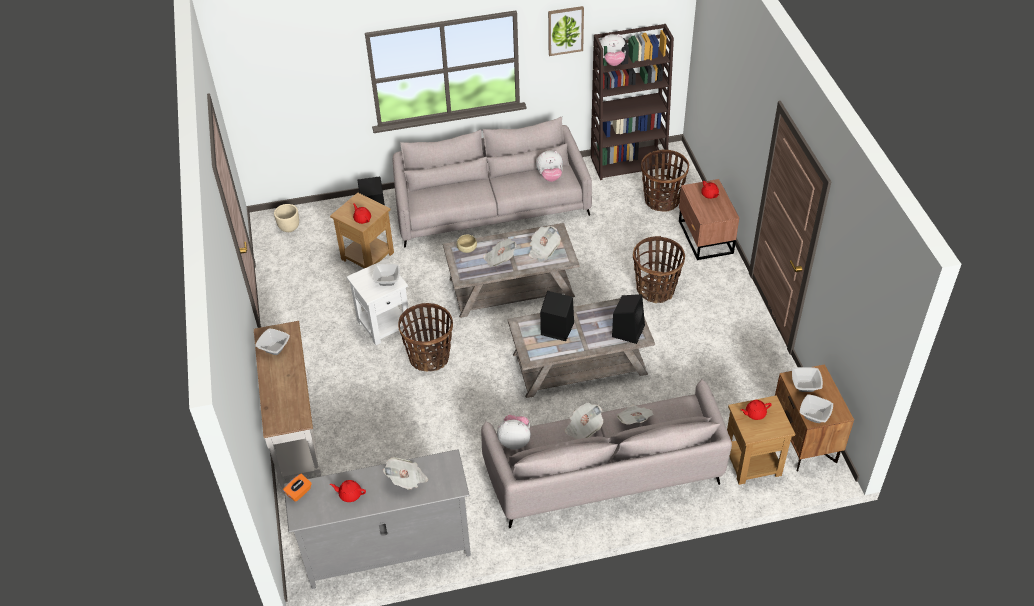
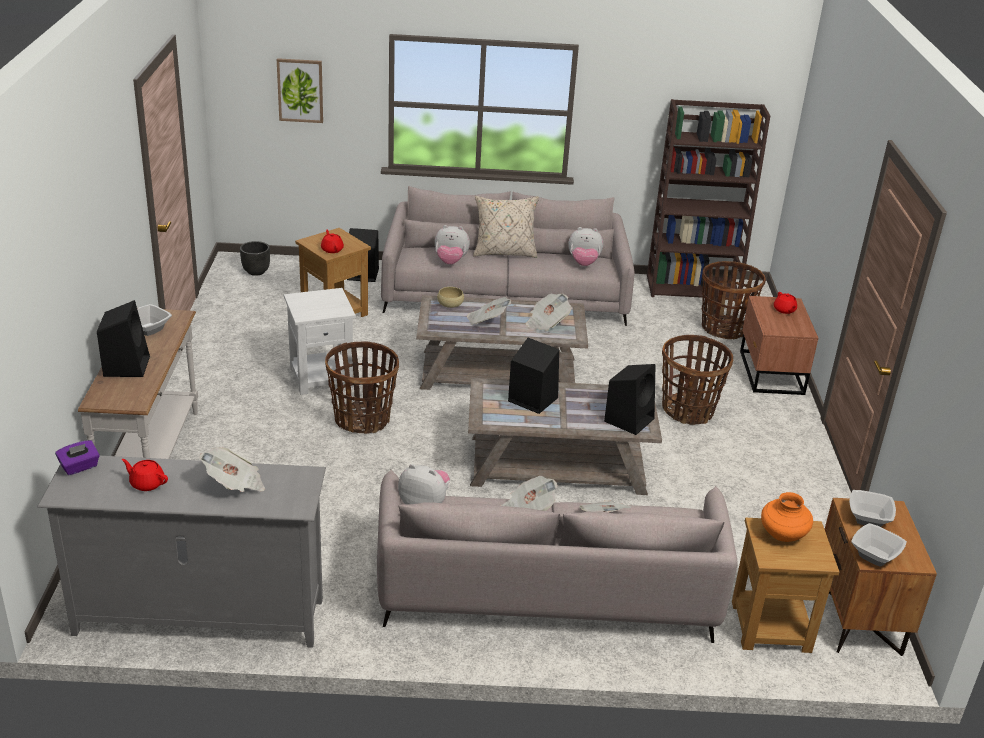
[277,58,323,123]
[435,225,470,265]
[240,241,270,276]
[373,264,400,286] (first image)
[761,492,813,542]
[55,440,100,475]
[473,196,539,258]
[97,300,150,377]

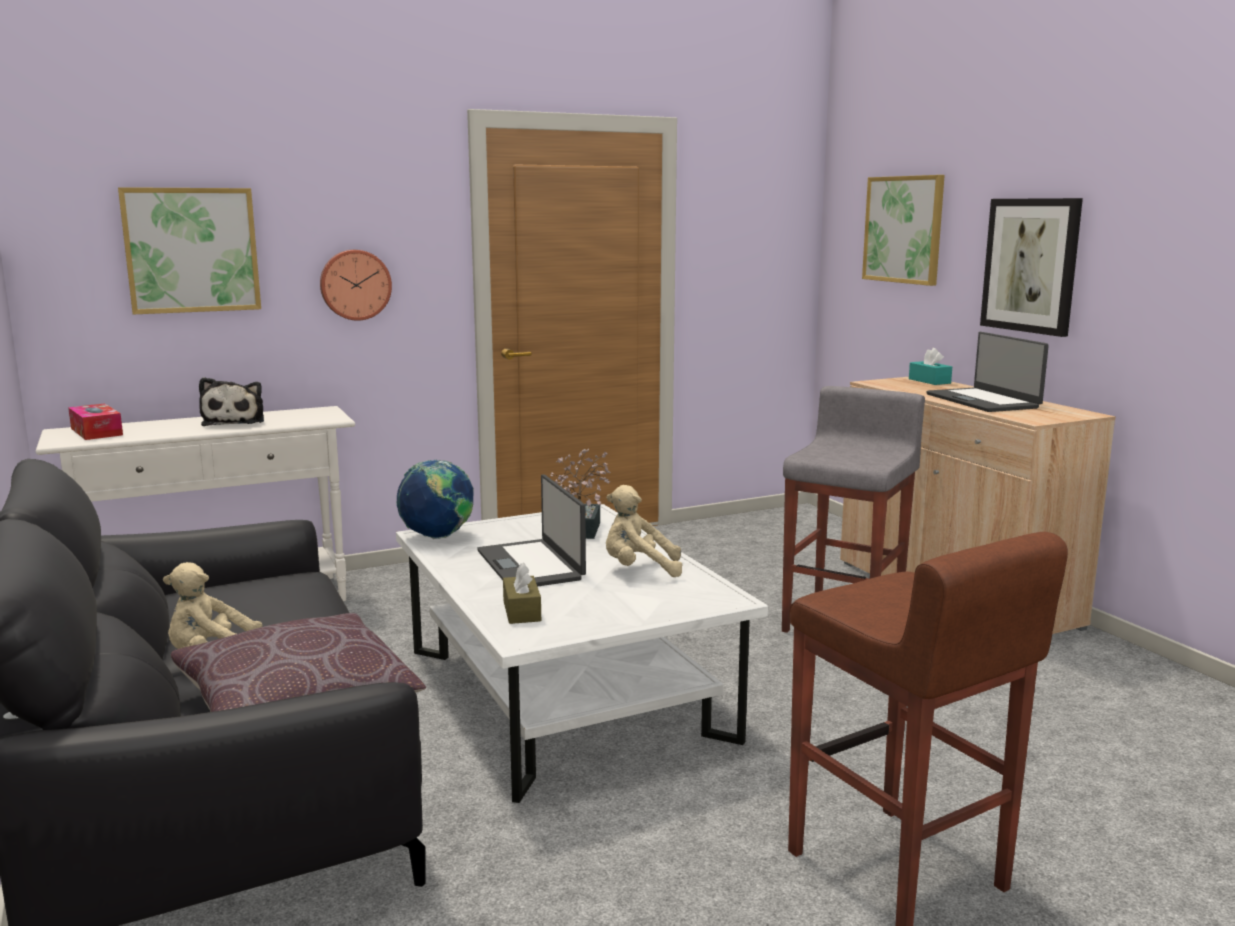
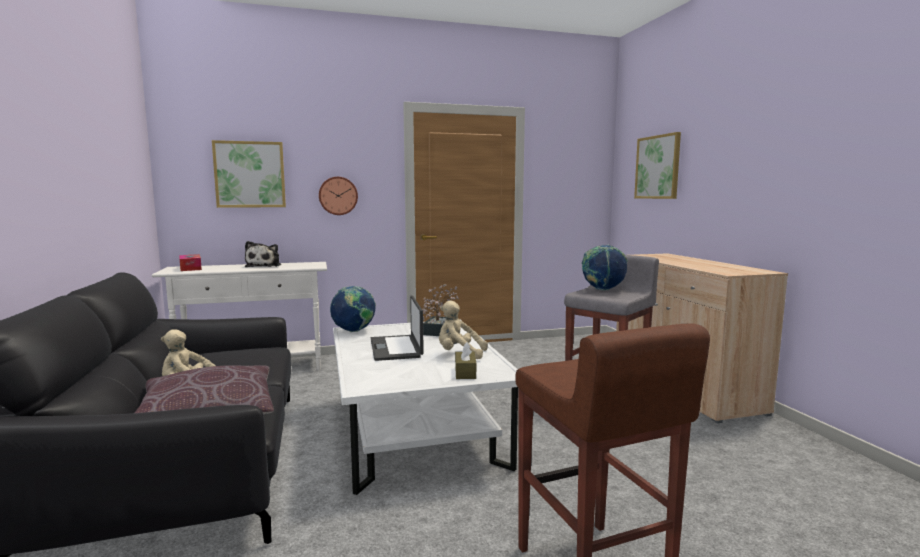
[980,198,1083,337] (first image)
[926,332,1049,412] (first image)
[909,348,952,385] (first image)
[455,342,476,379]
[582,245,628,291]

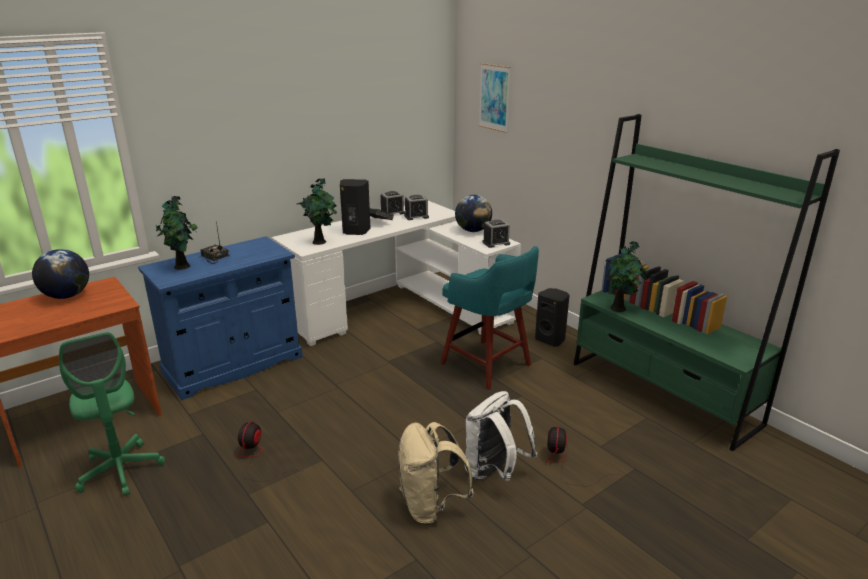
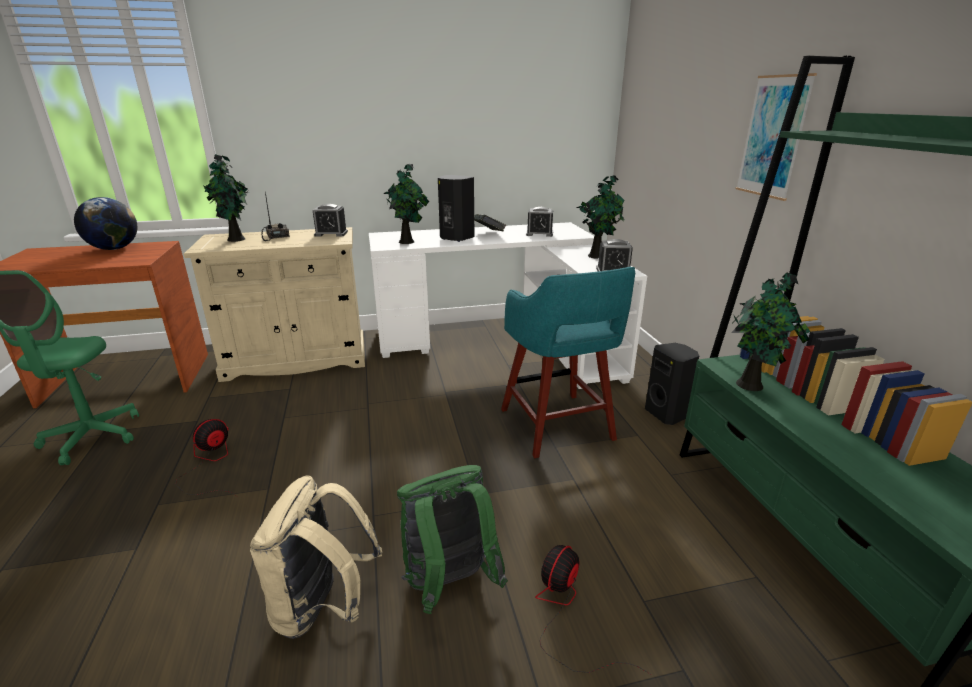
[736,73,817,201]
[313,204,348,237]
[576,175,625,259]
[184,227,365,382]
[397,465,508,614]

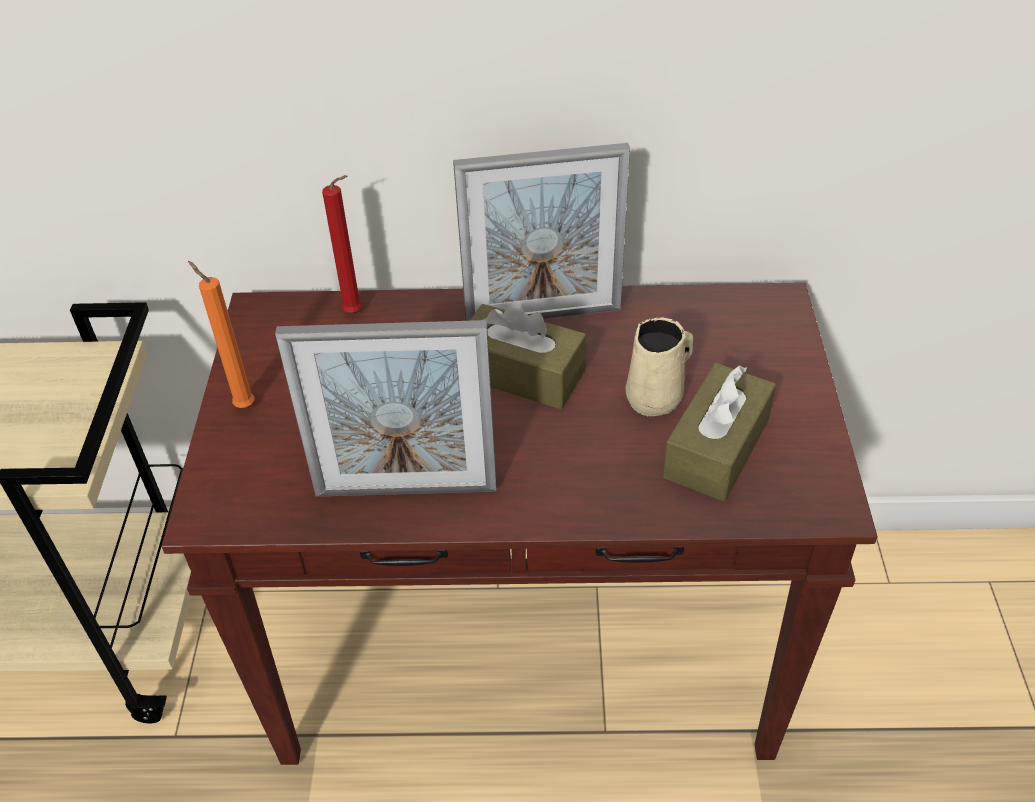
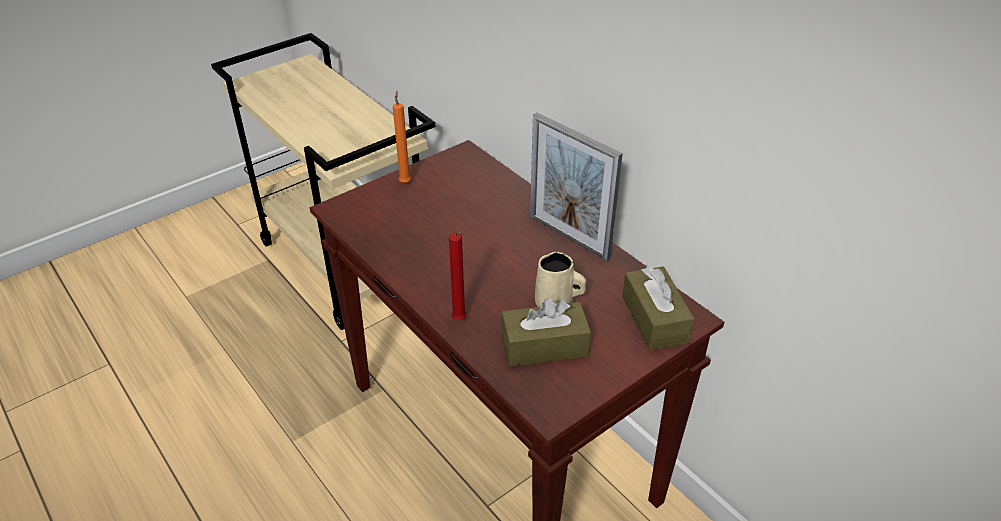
[449,231,466,320]
[622,266,695,350]
[275,320,497,497] (first image)

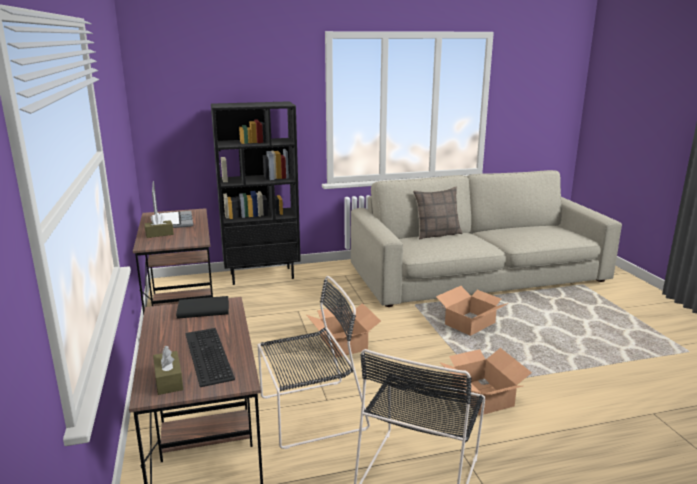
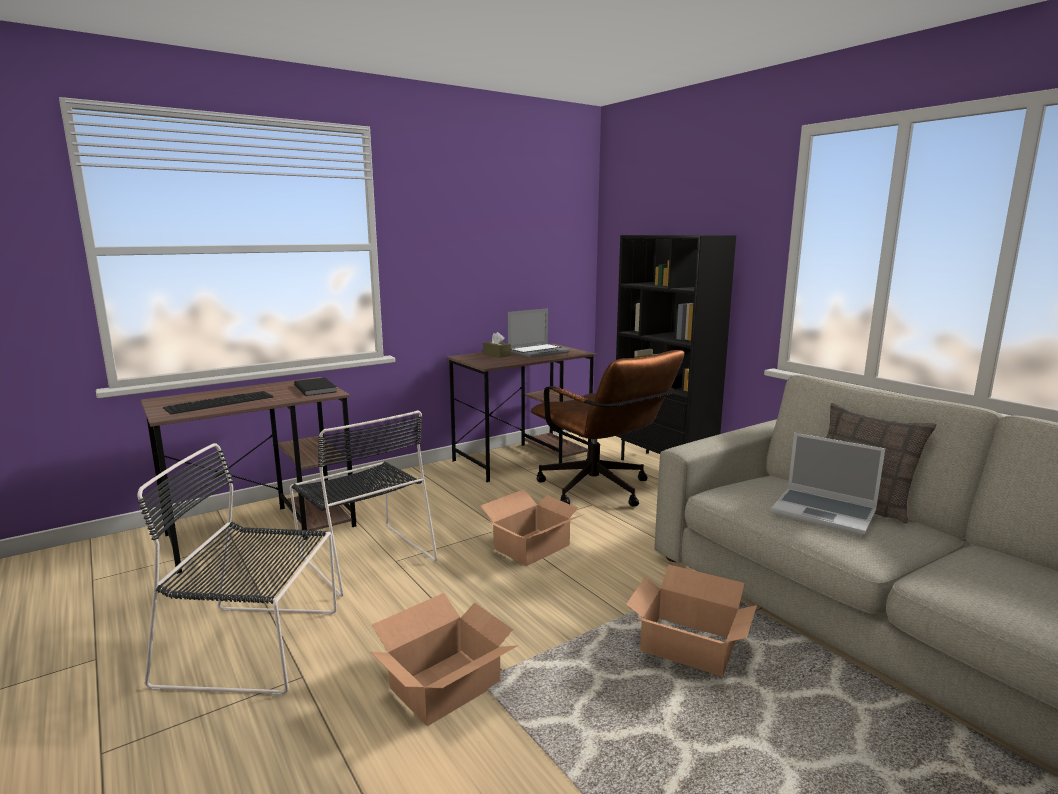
[153,346,183,395] (first image)
[531,350,684,506]
[771,433,885,535]

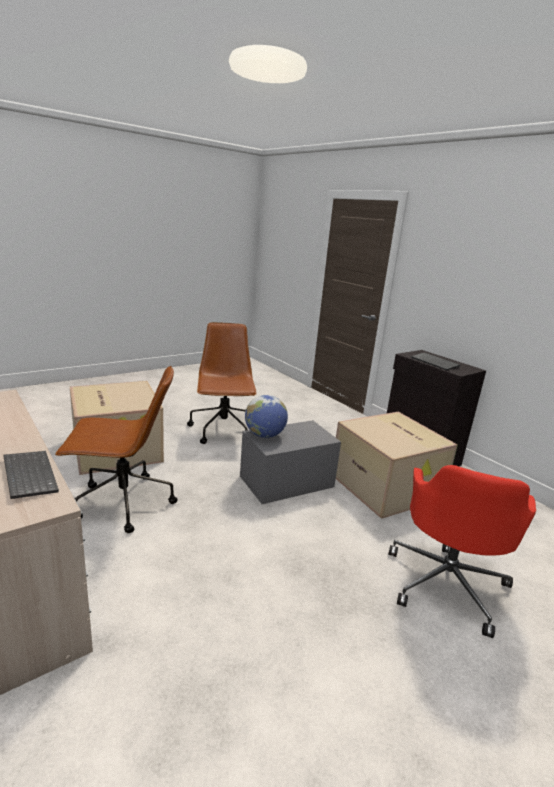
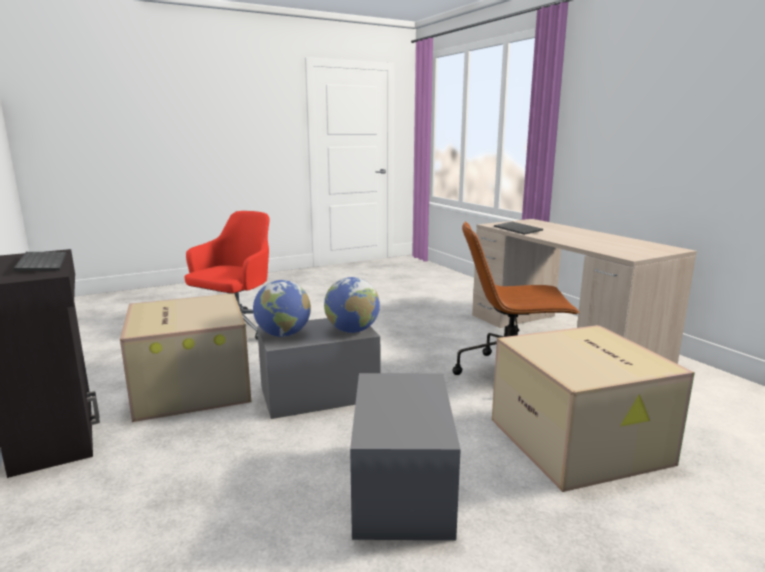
[350,373,461,540]
[253,280,311,337]

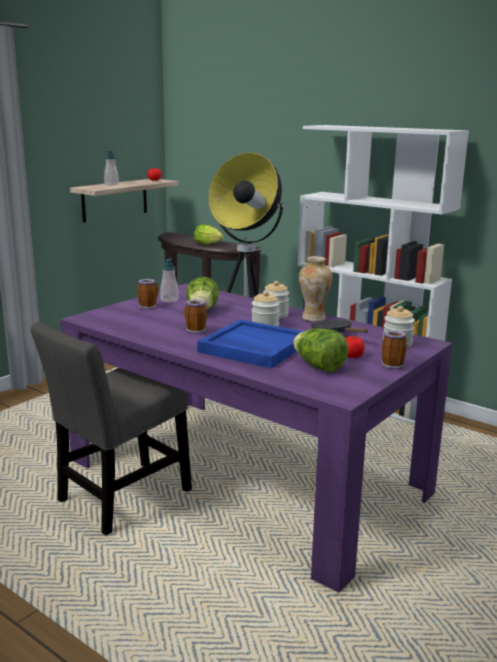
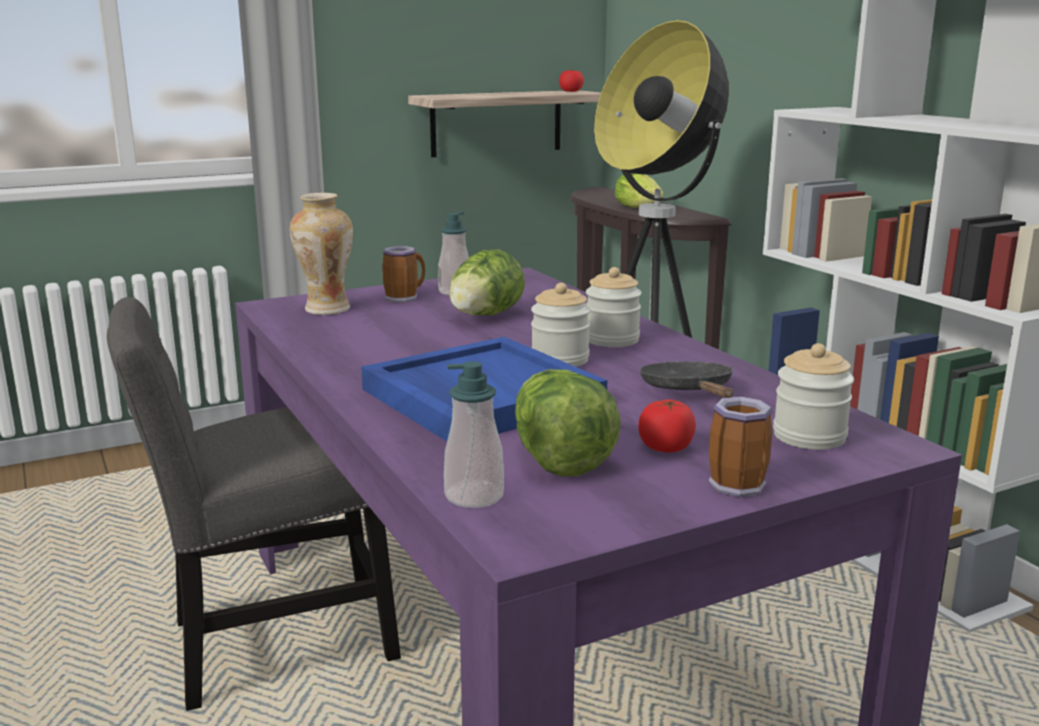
[444,361,504,508]
[290,193,353,315]
[184,299,206,334] (first image)

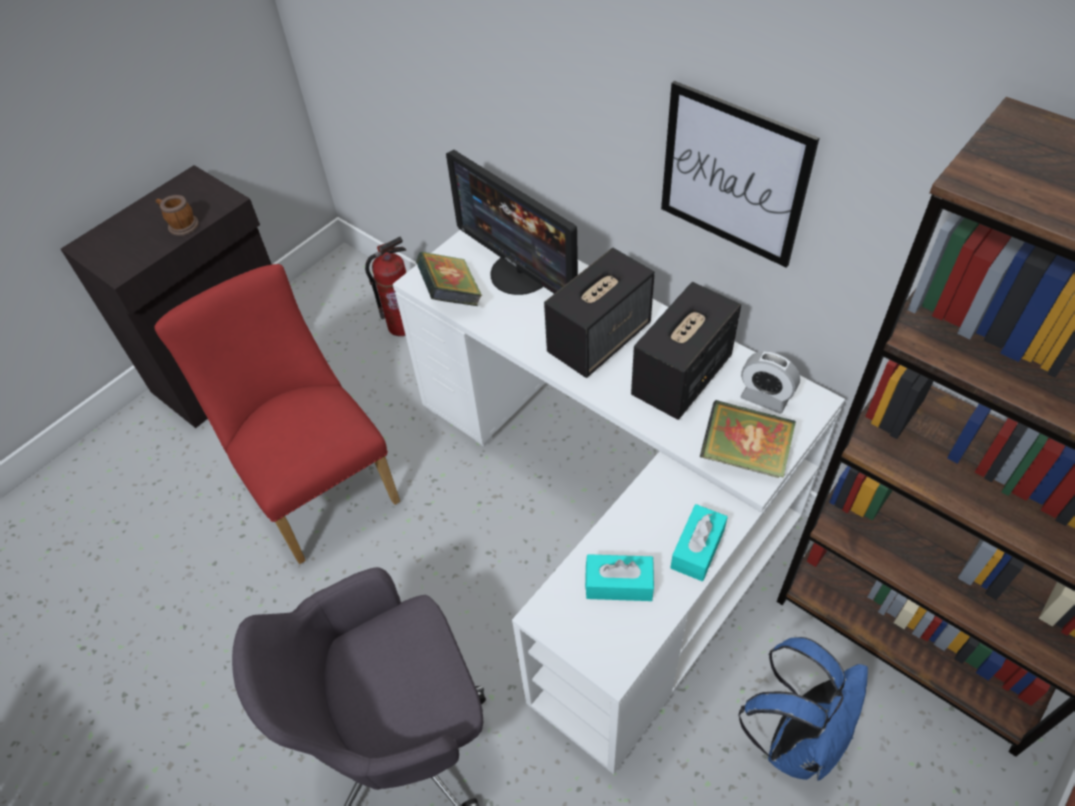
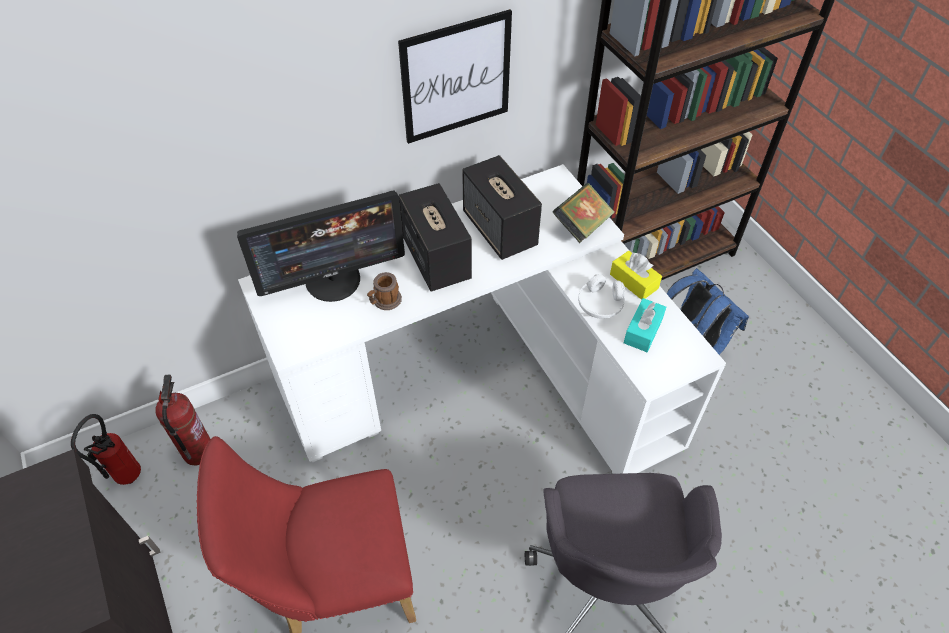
[367,272,402,310]
[416,252,483,306] (first image)
[740,351,800,414] (first image)
[610,251,662,300]
[578,274,625,319]
[71,414,141,485]

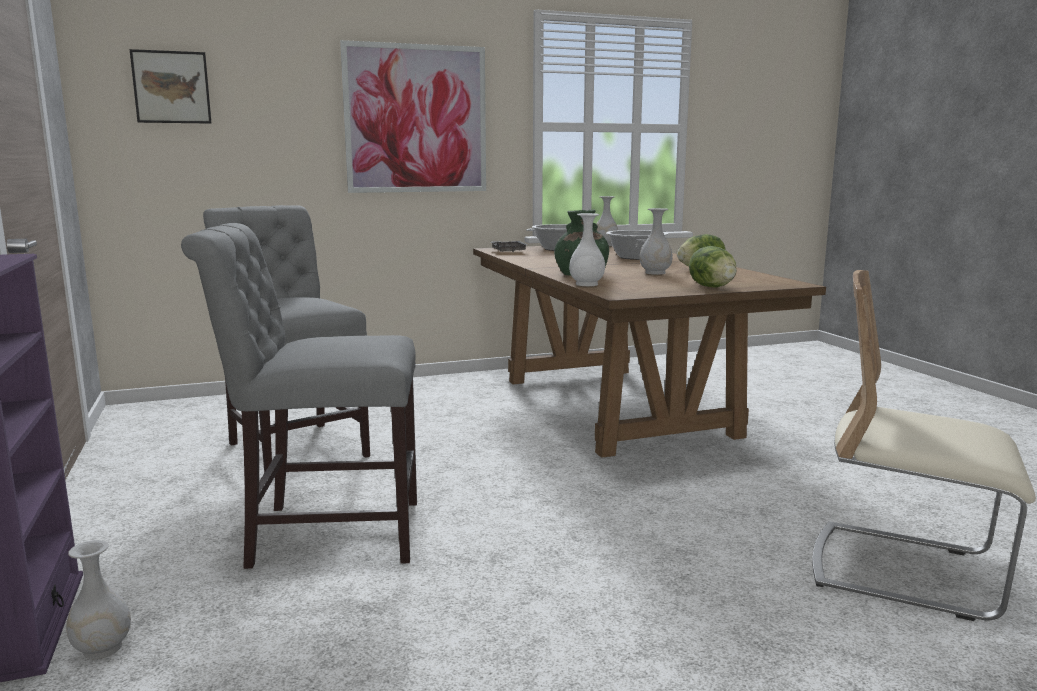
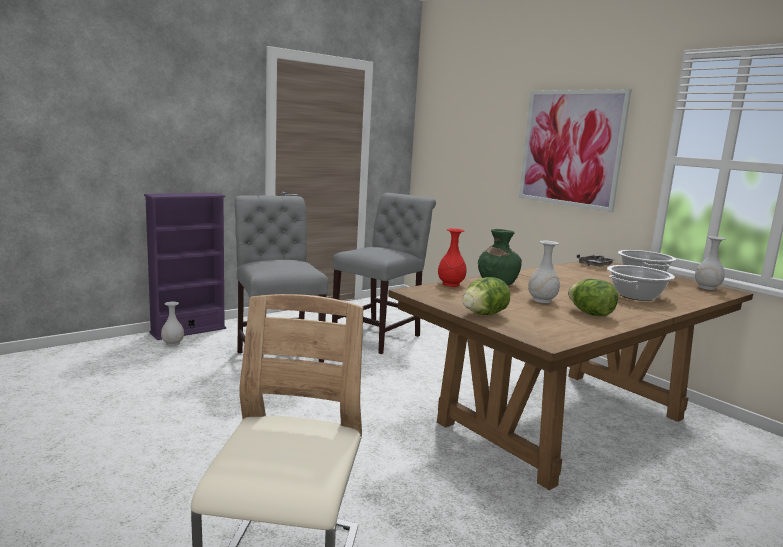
[130,49,211,124] (first image)
[438,228,467,287]

